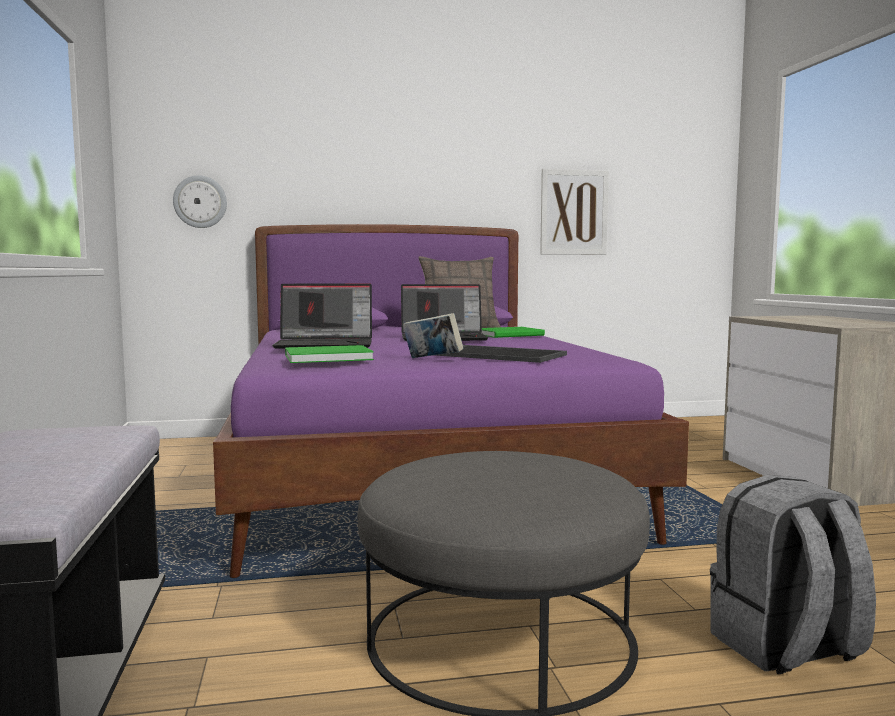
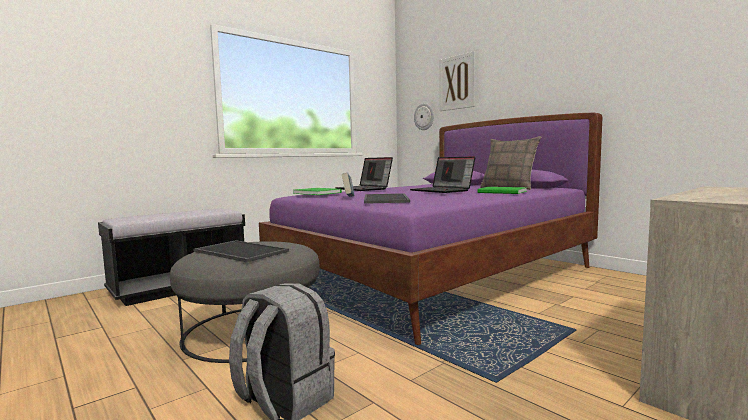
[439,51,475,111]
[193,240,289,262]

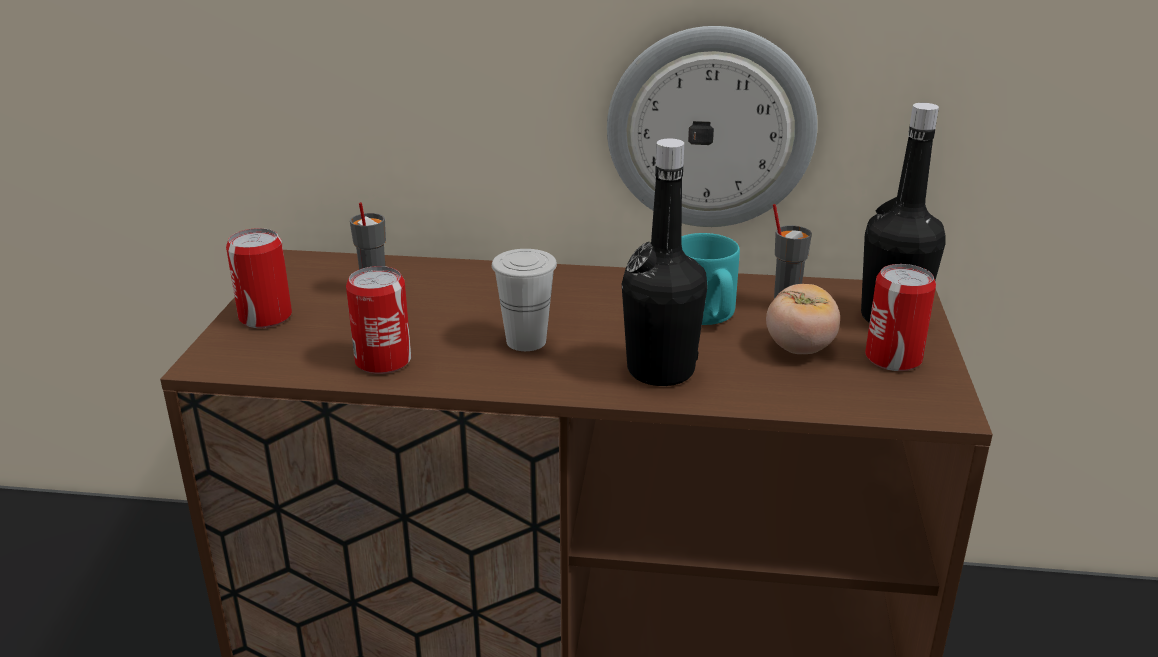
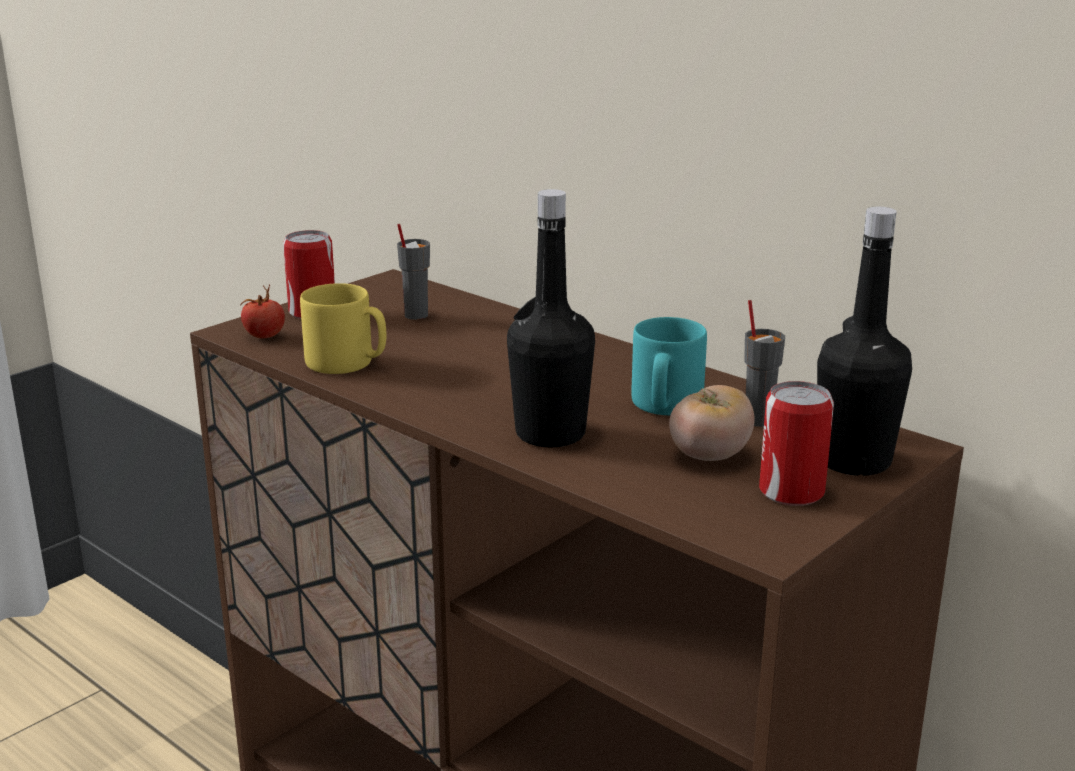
[607,26,818,227] (first image)
[492,249,557,351] (first image)
[300,283,386,374]
[240,284,285,339]

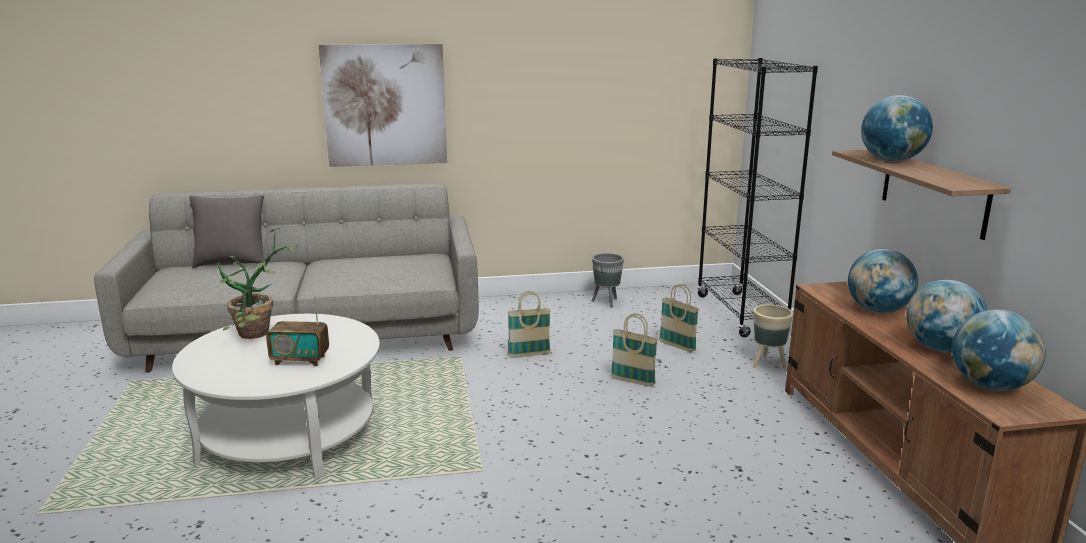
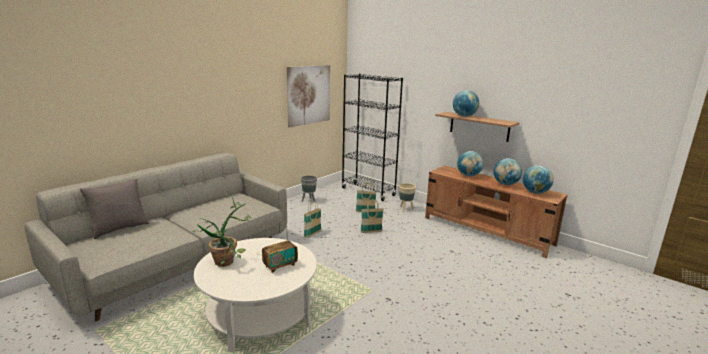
[286,65,330,127]

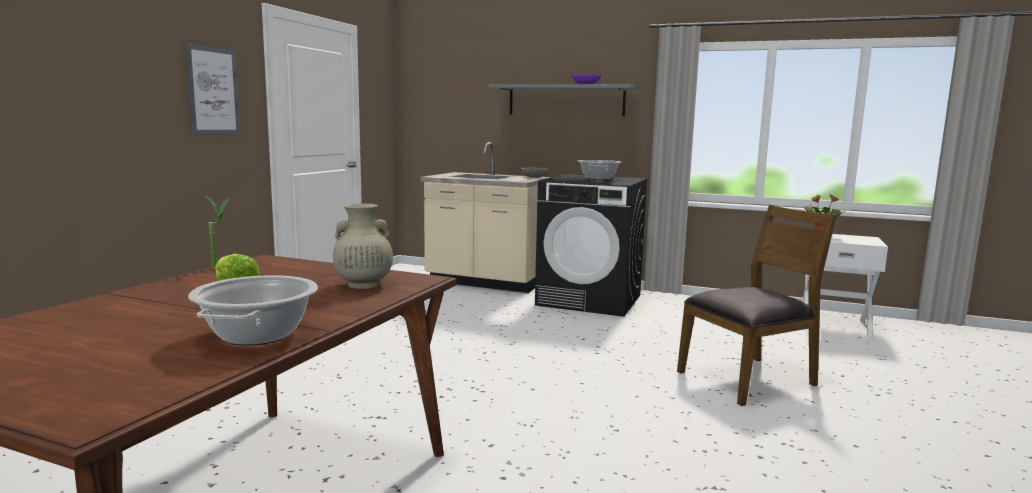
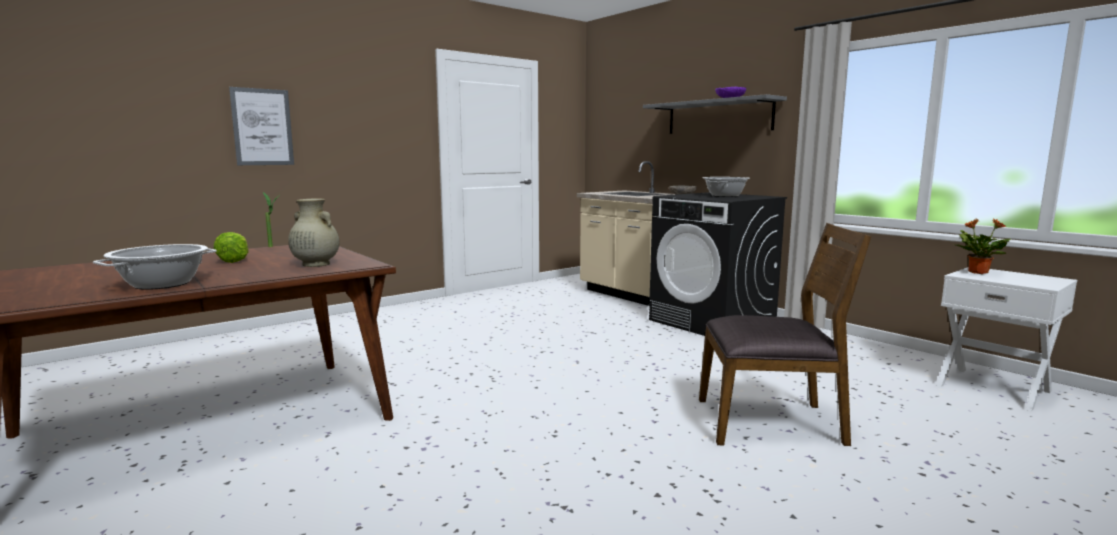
[229,87,294,165]

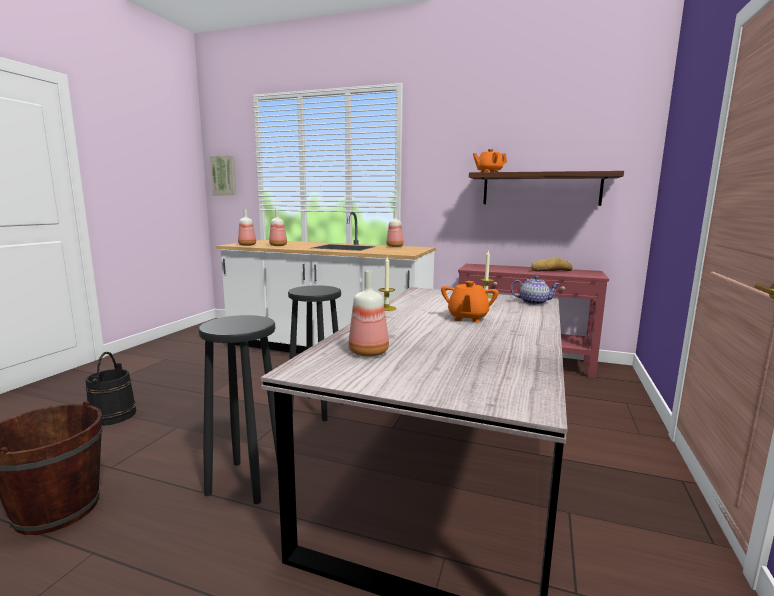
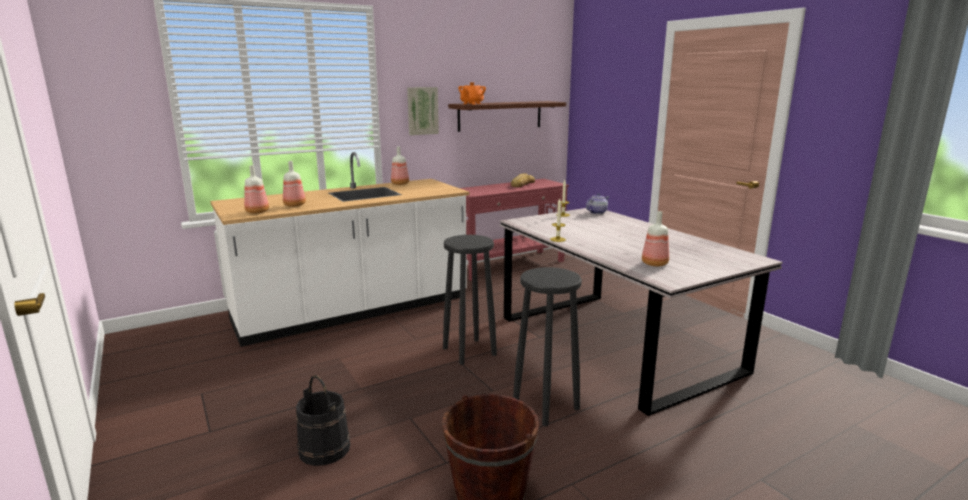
[407,87,439,135]
[441,281,499,322] (first image)

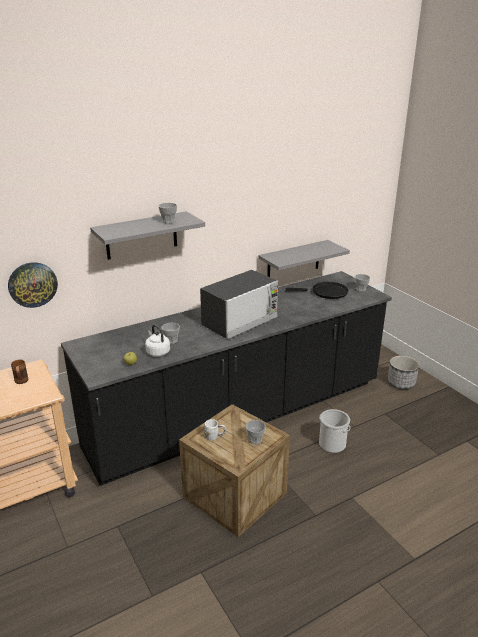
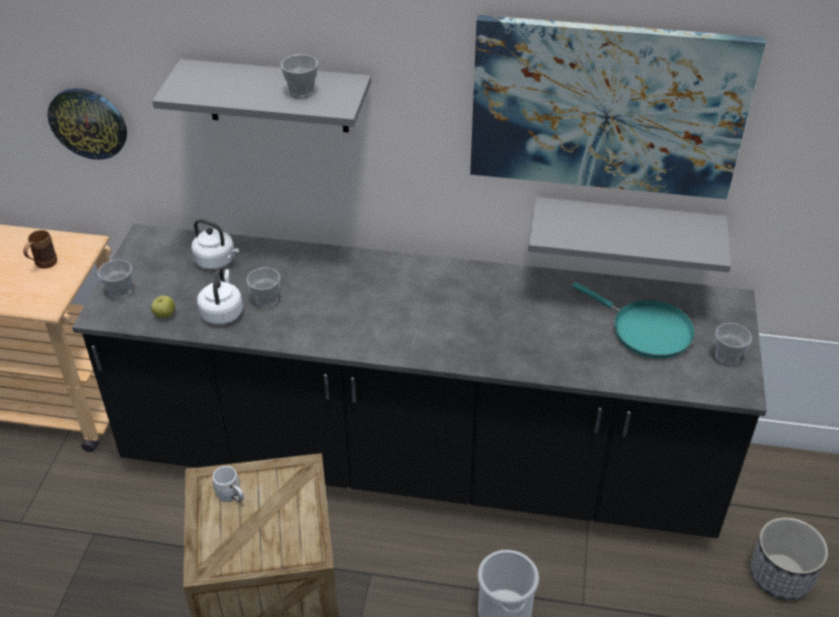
[200,270,278,339] (first image)
[572,282,695,359]
[98,260,133,300]
[470,15,766,199]
[191,219,239,269]

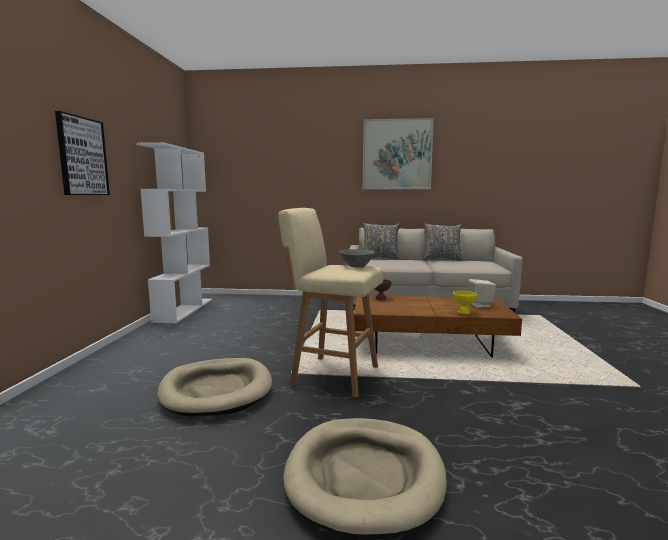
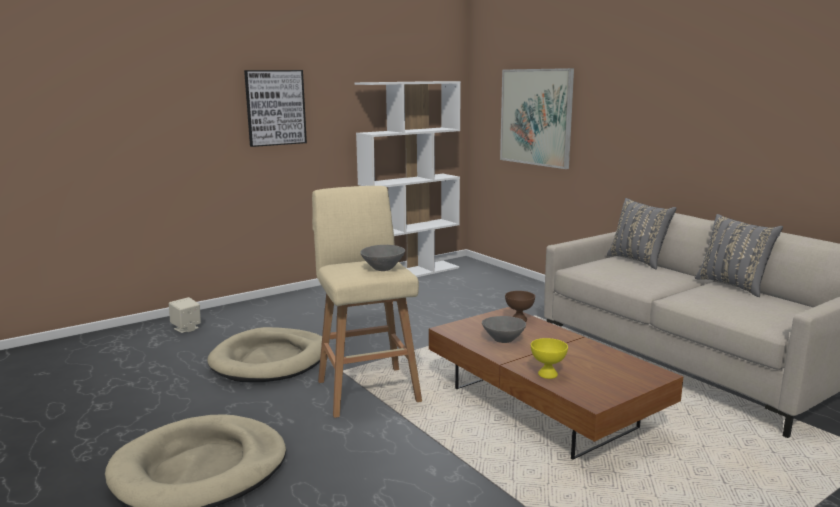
[500,68,574,169]
[169,297,201,333]
[482,316,526,343]

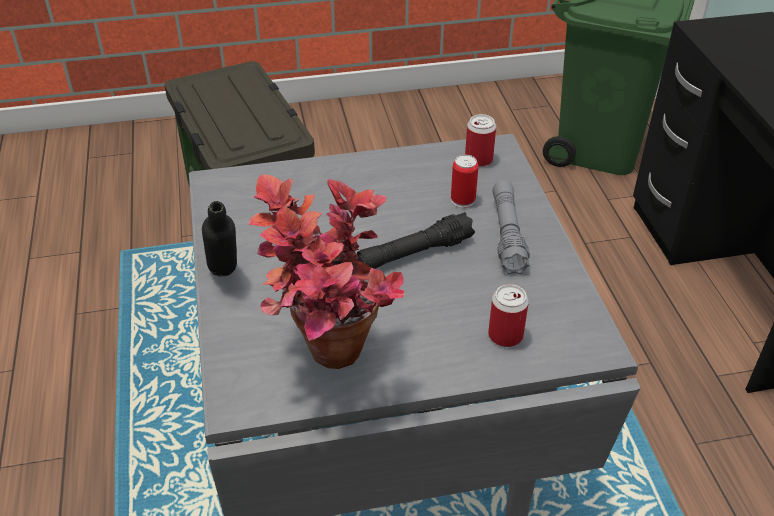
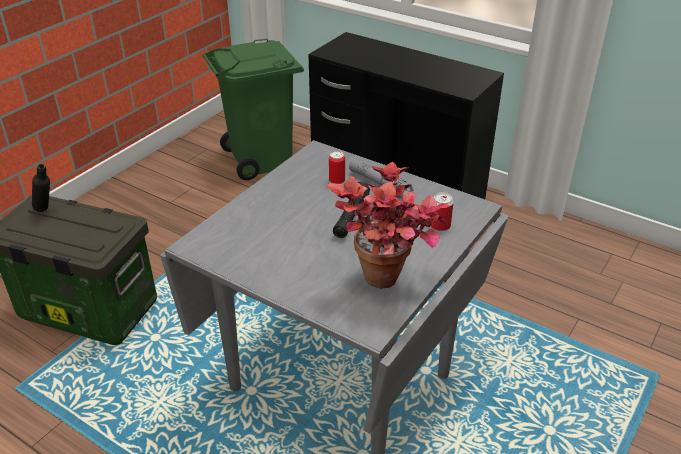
[465,114,496,167] (first image)
[32,164,50,212]

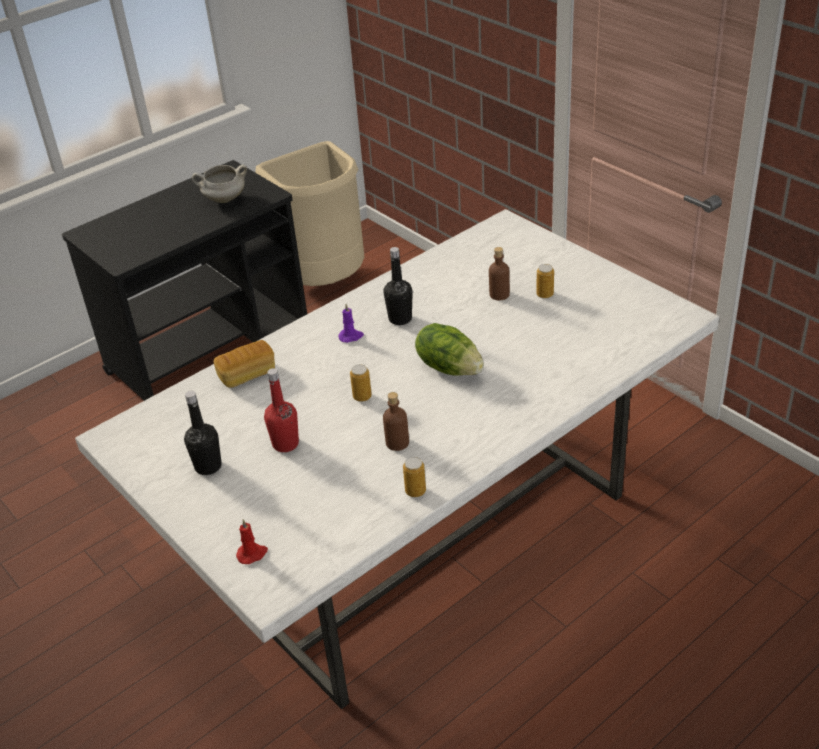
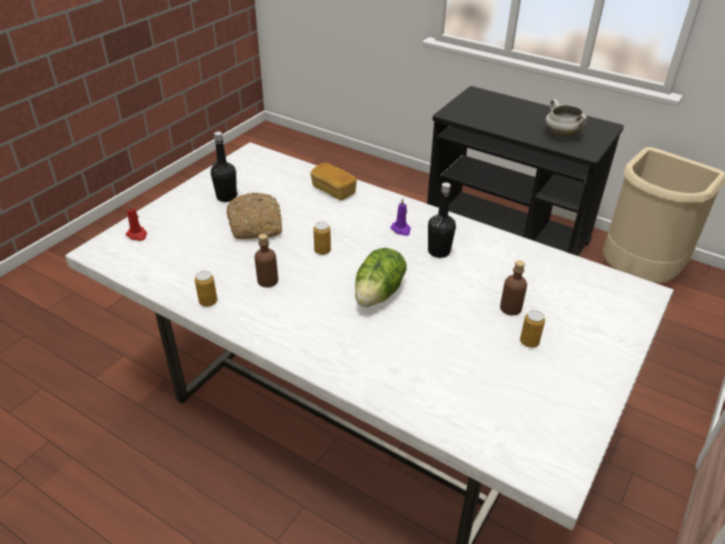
[226,193,282,239]

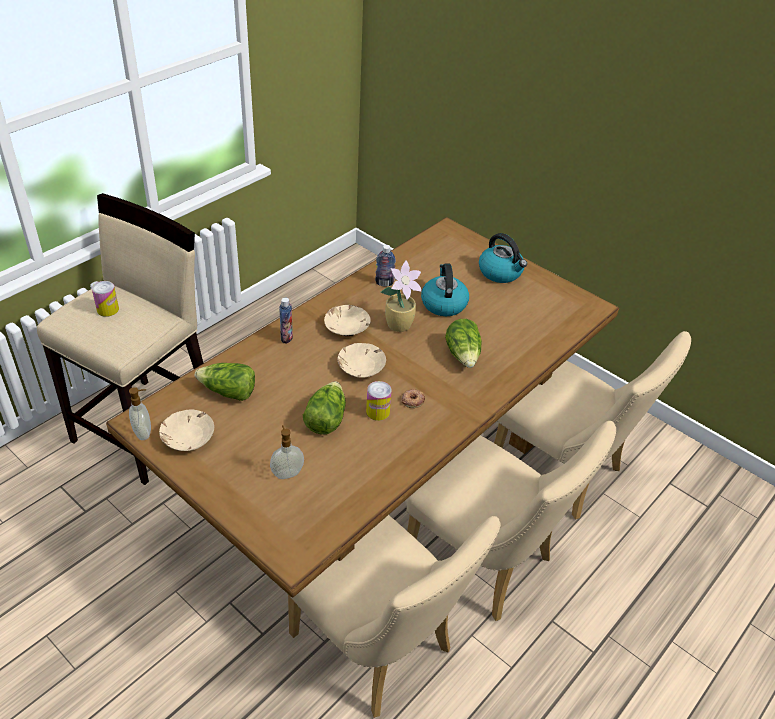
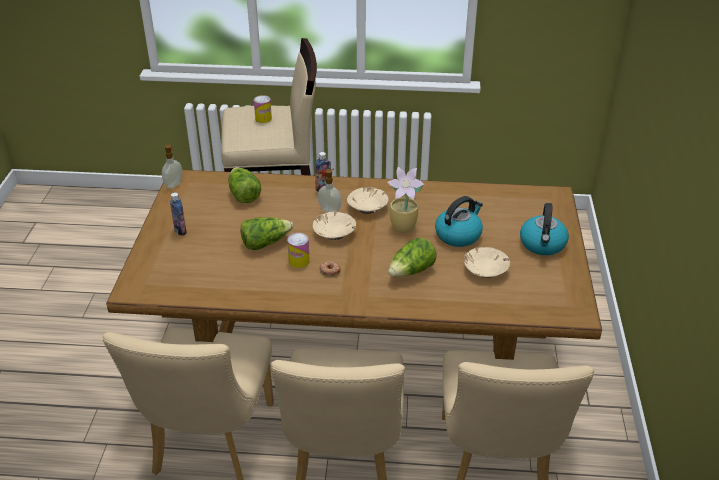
[170,193,187,236]
[464,247,510,278]
[318,168,342,212]

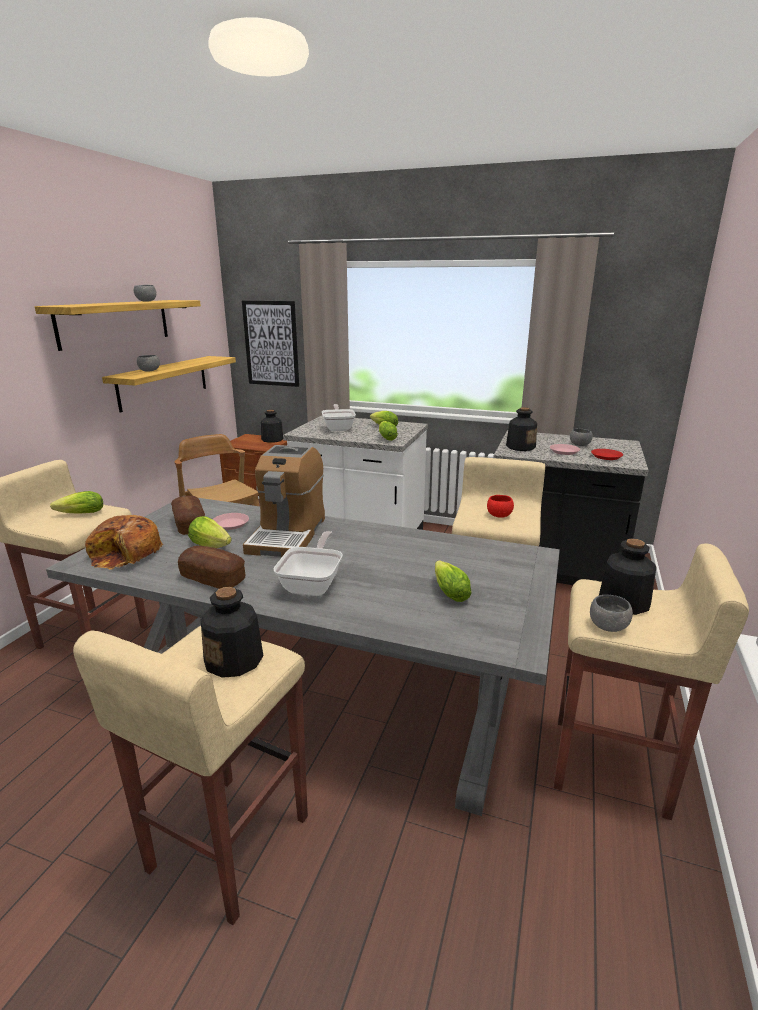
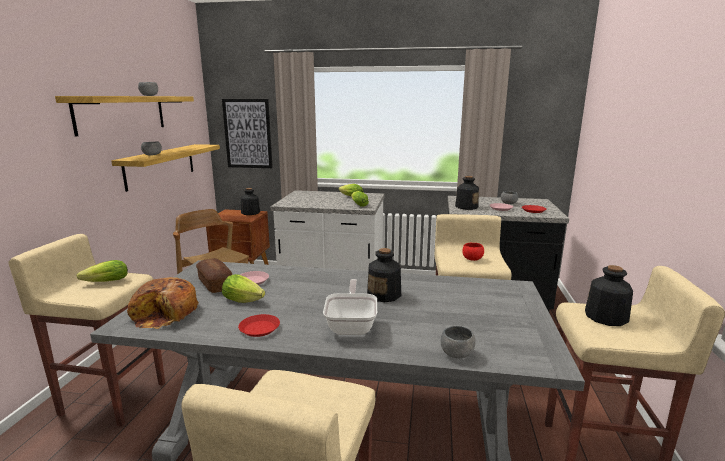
[322,404,356,431] (first image)
[243,445,325,557] (first image)
[238,314,280,337]
[435,560,472,602] (first image)
[367,248,401,302]
[441,326,476,358]

